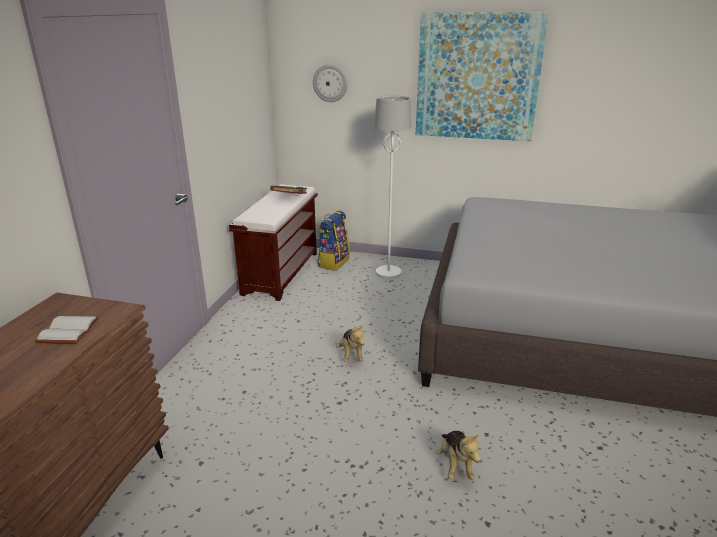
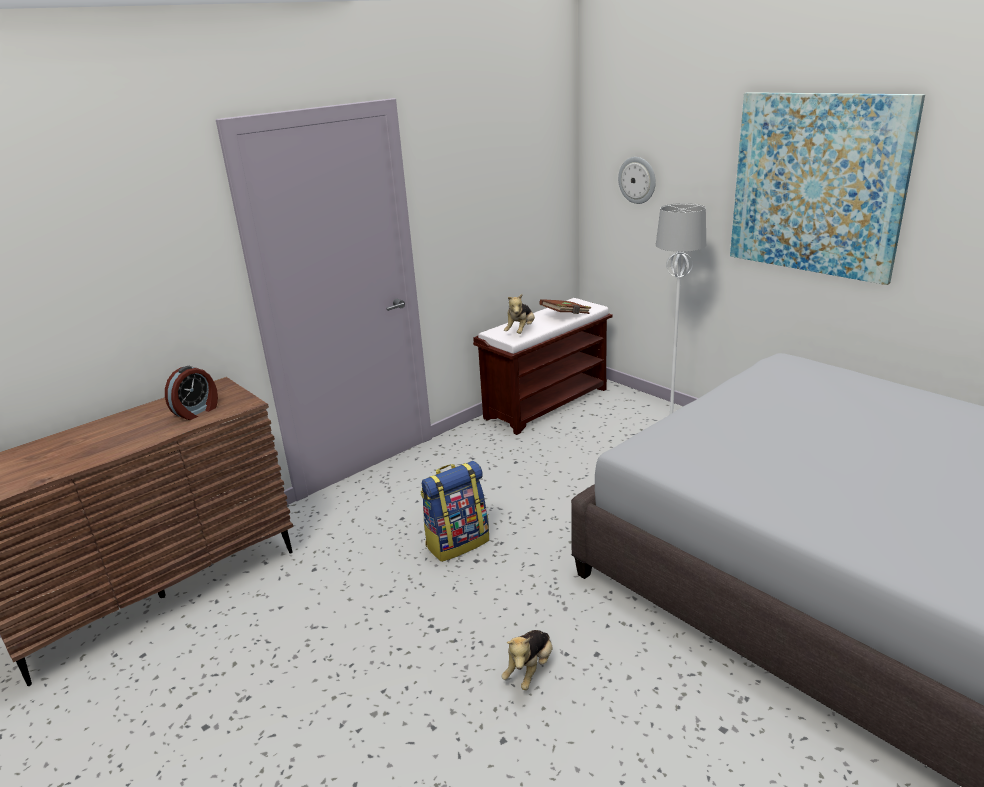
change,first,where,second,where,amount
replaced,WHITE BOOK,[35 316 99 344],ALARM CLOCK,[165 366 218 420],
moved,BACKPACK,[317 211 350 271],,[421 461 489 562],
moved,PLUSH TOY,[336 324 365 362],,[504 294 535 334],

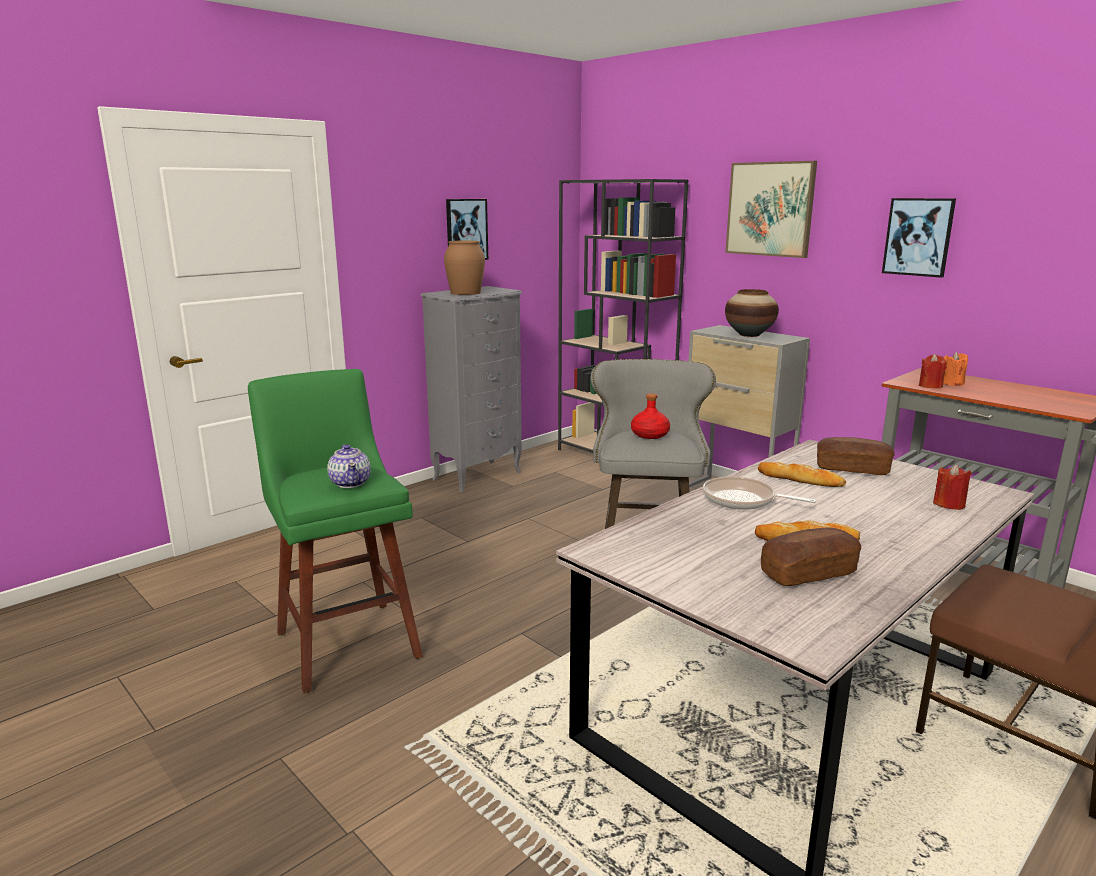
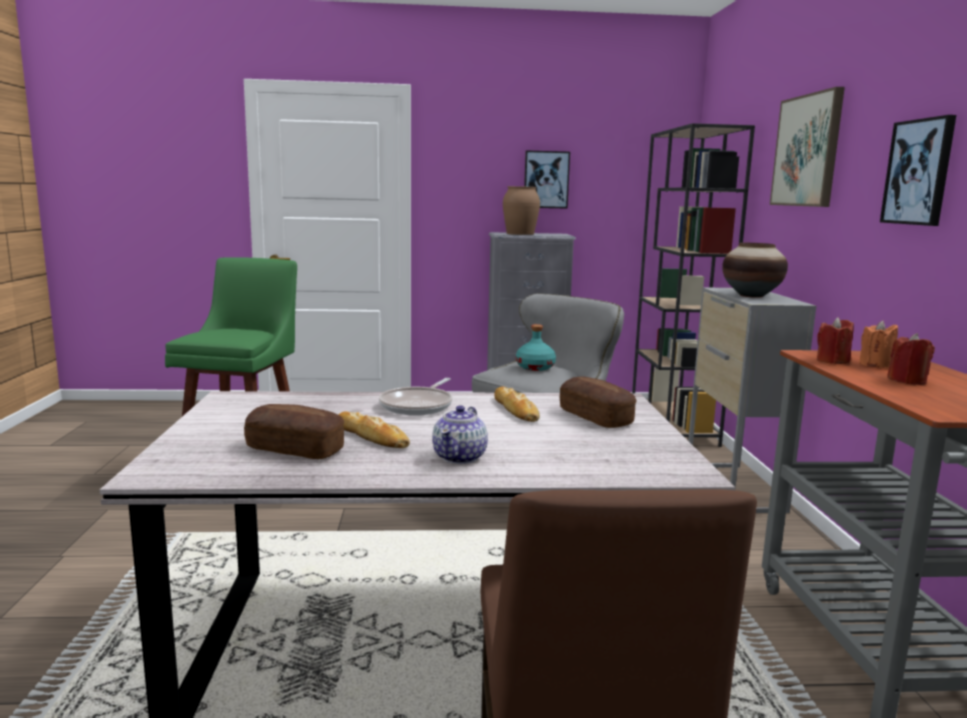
change,first,where,second,where,amount
turned,FRYING PAN,[703 476 816 510],,[379 378 453 415],135 degrees counterclockwise
moved,TEAPOT,[327 444 371 488],,[432 405 488 464],
recoloured,RED BOTTLE,[631 394 670 439],TURQUOISE BOTTLE,[516 324 556 371],
moved,RED CANDLE,[933 464 971 510],,[887 333 935 385],

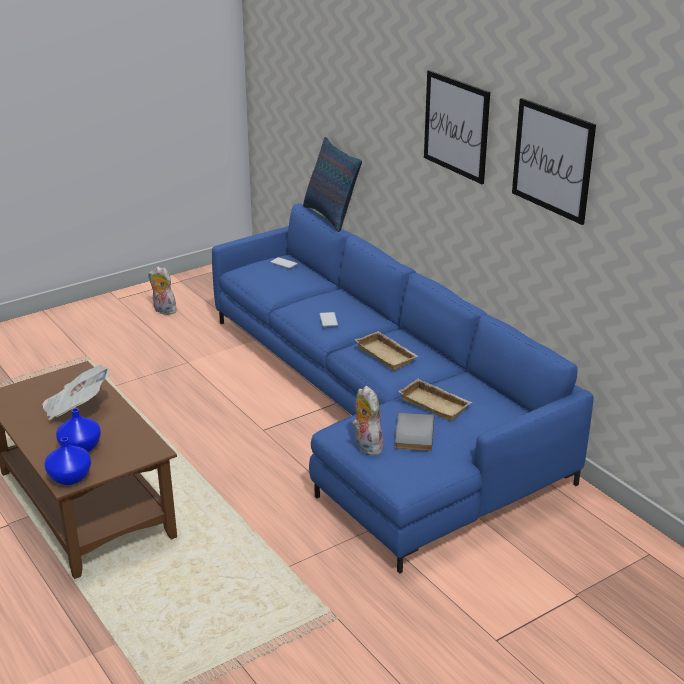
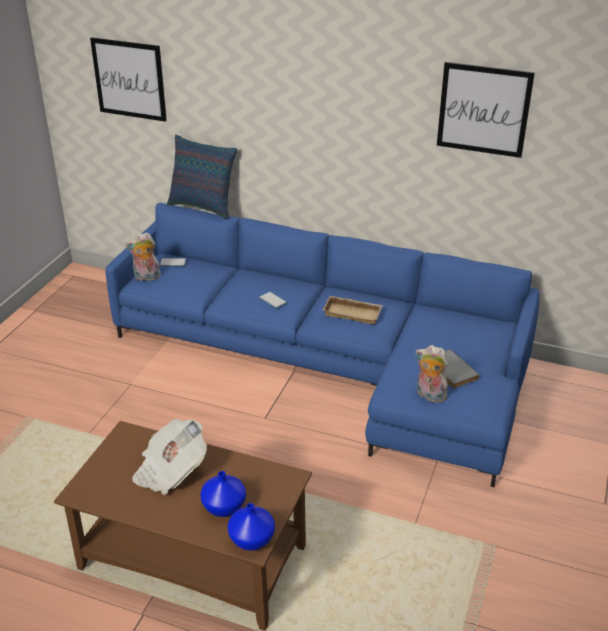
change,first,where,second,where,amount
moved,PICTURE,[424 70 490 184],,[90 37 167 122],
moved,PLUSH TOY,[148 266 180 315],,[125 232 161 281],
removed,BEIGE TRAY,[398 379 472 421],,,

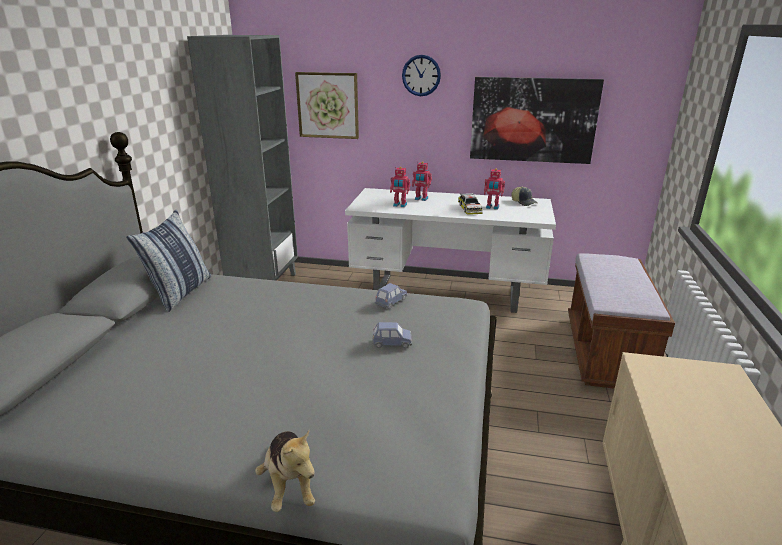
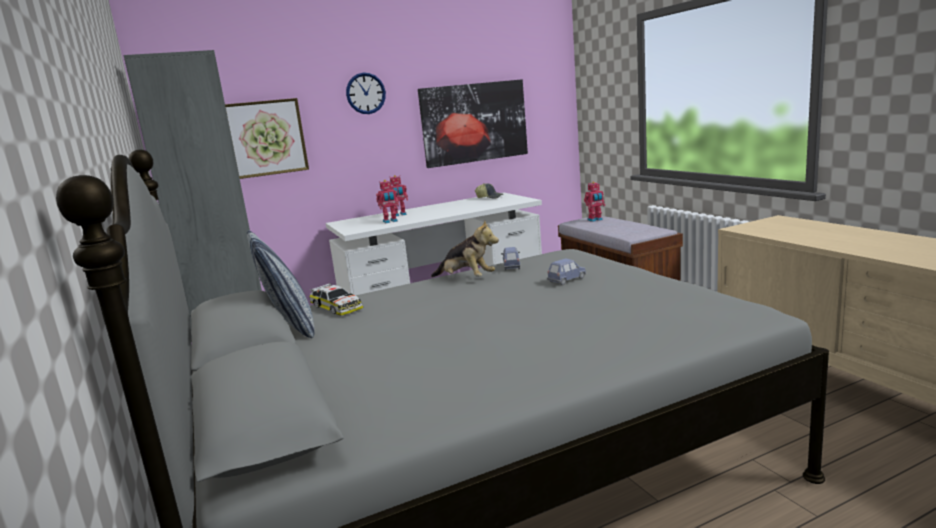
change,first,where,second,where,amount
moved,TOY CAR,[458 193 482 214],,[309 283 363 316],
moved,PLUSH TOY,[255 430 315 512],,[431 221 499 277],
moved,TOY ROBOT,[484 168 505 210],,[584 182 605 222],

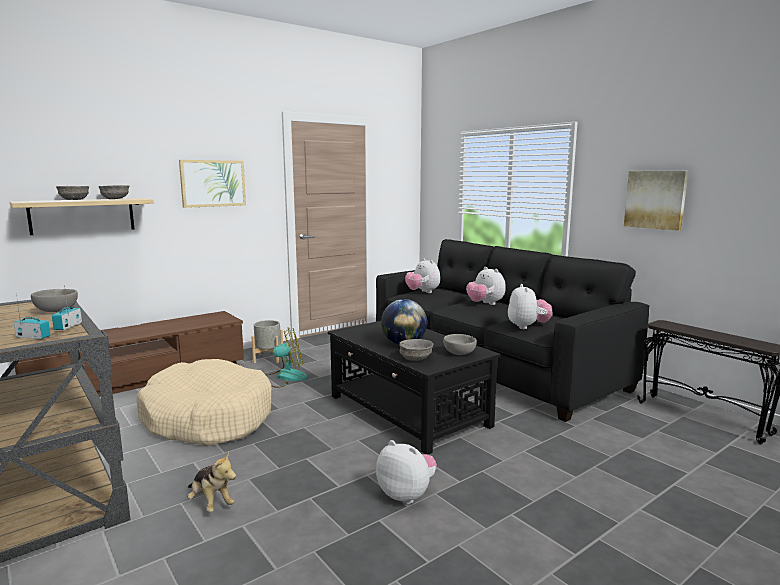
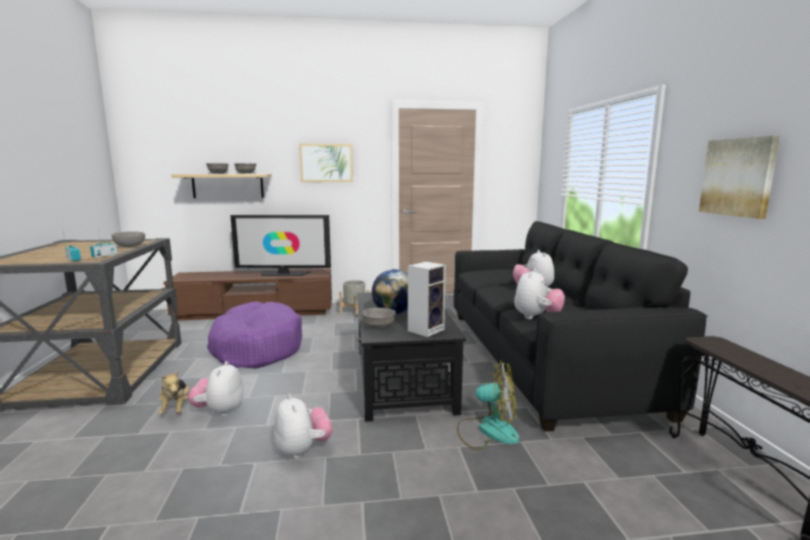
change,first,where,second,where,amount
moved,PLUSH TOY,[405 258 440 293],,[188 361 243 416],
recoloured,BEIGE DOG BED,[136 359 271 446],PURPLE DOG BED,[207 301 302 369],
added,,,TELEVISION,[230 215 331 276],
replaced,GREY BOWL,[443 334 477 355],SPEAKER,[408 262 446 337],
moved,FAN,[266 327 307 388],,[457 360 519 450],

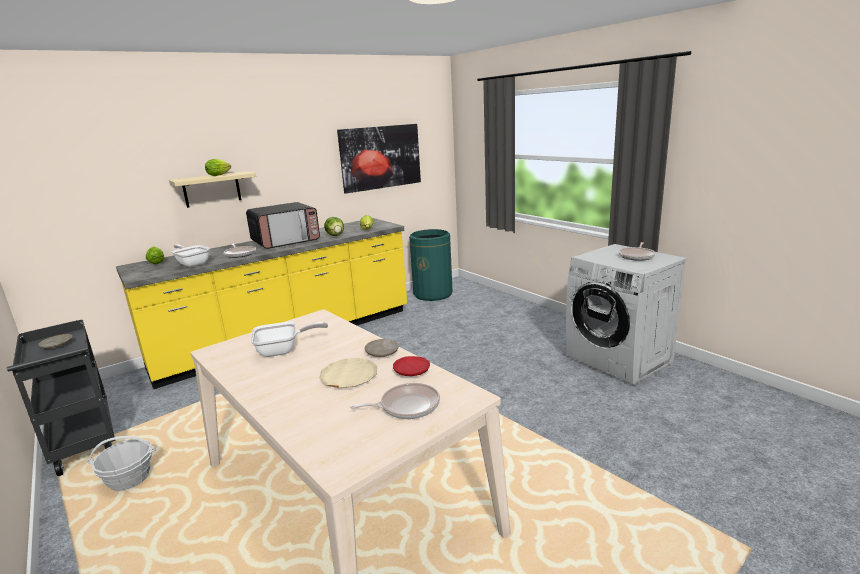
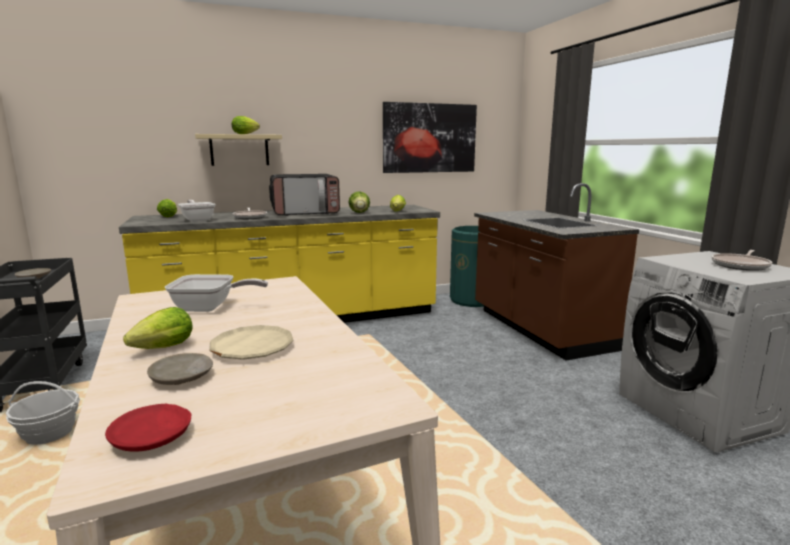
change,first,where,second,where,amount
moved,RED PLATE,[393 356 430 376],,[105 404 191 452],
added,,,LETTUCE,[123 307 193 349],
moved,BEIGE PLATE,[364 339 399 357],,[147 353 213 385],
added,,,BROWN COUNTER,[474 183 639 360],
removed,FRYING PAN,[350 383 440 419],,,

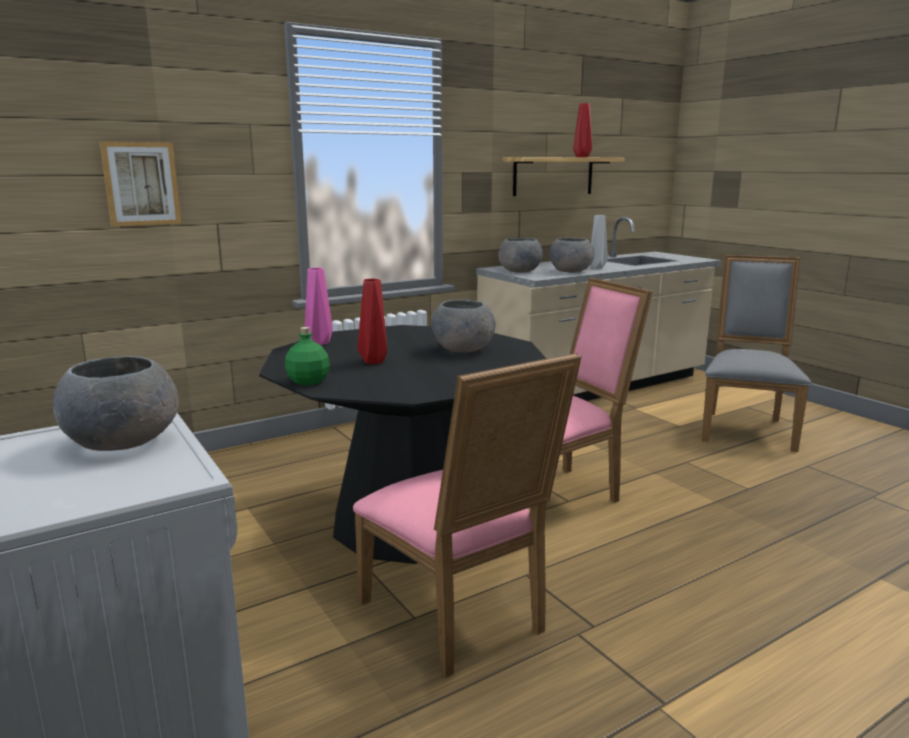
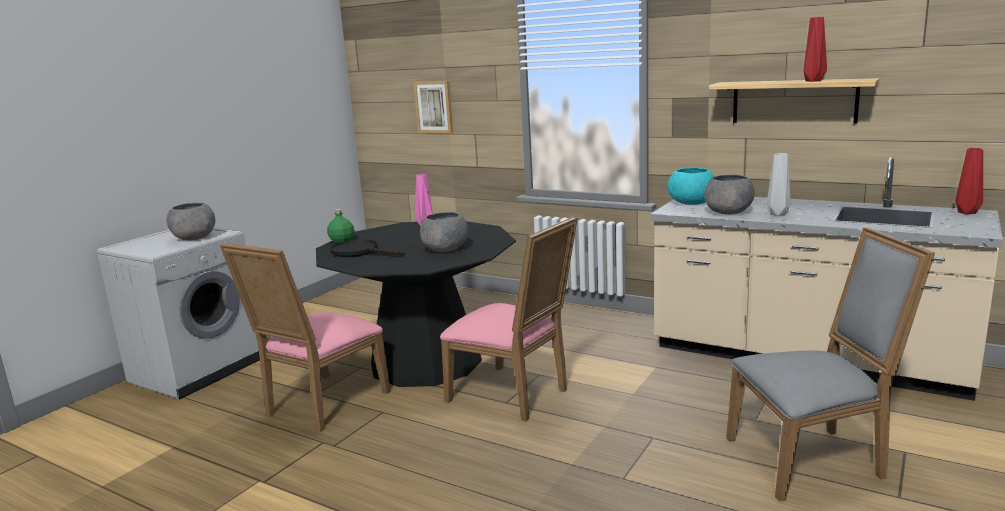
change,first,where,second,where,amount
added,,,BLACK FRYING PAN,[330 239 405 257],
recoloured,GREY BOWL,[498 238 543 273],TURQUOISE BOWL,[668 168 714 205],
moved,RED VASE,[358 278 387 364],,[955 148 983 214],

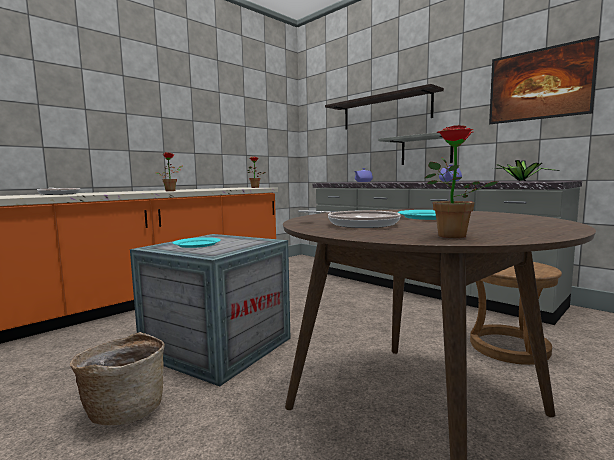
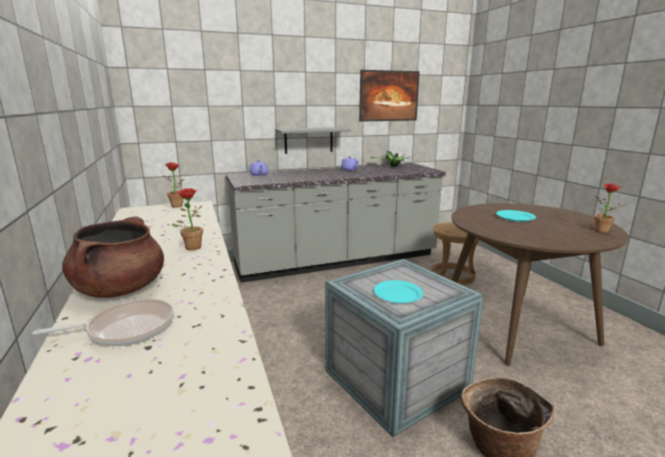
change,first,where,second,where,amount
added,,,BROWN COOKING POT,[62 217 164 298],
removed,FRYING PAN,[298 210 401 228],,,
removed,SHELF,[325 84 444 130],,,

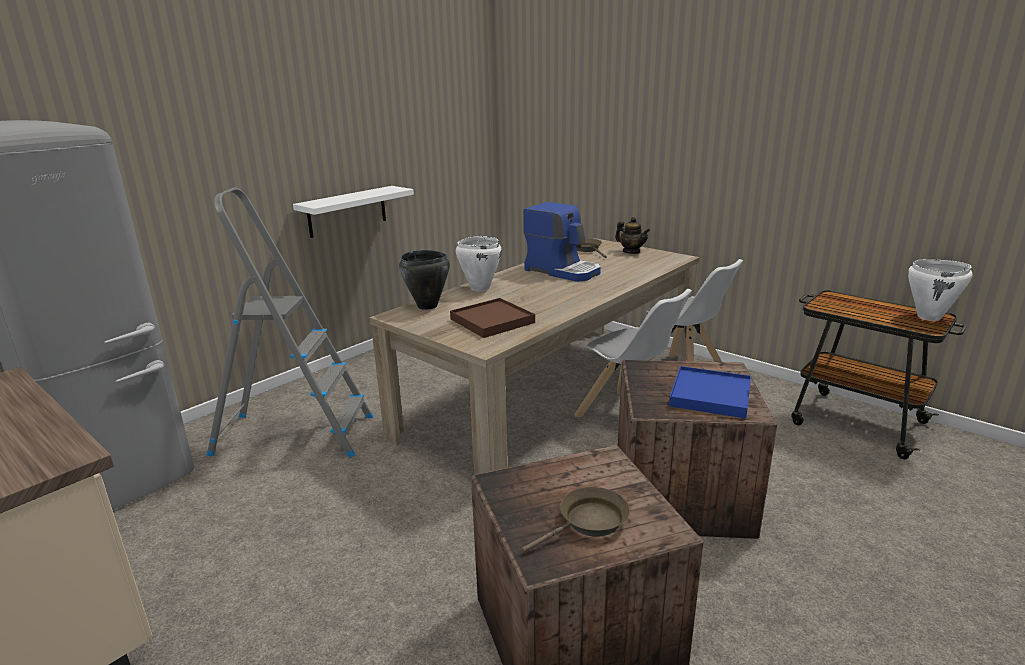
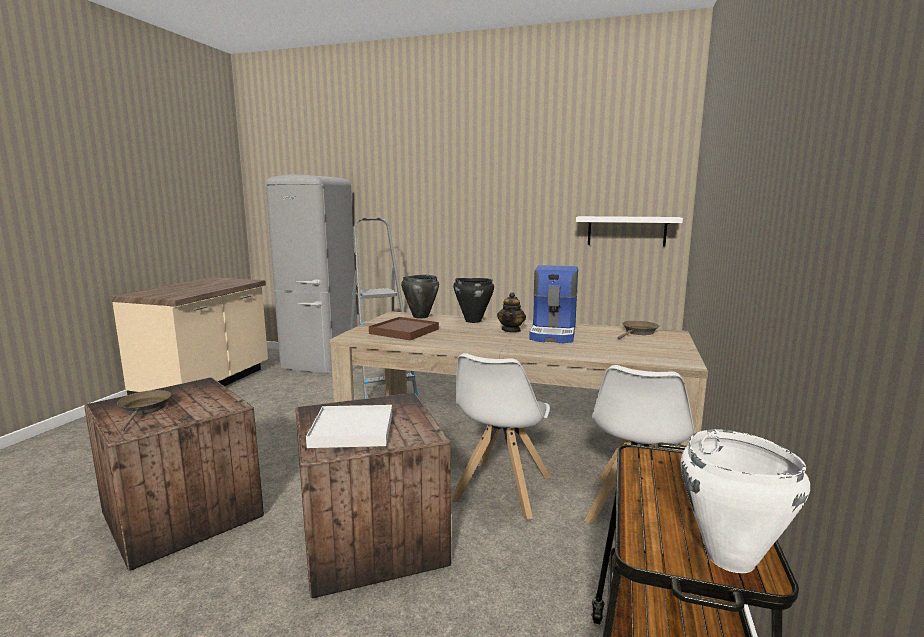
change,first,where,second,where,amount
turned,BROWN FRYING PAN,[522 487 630 553],,[117 390 171 431],135 degrees counterclockwise
recoloured,BLUE TRAY,[669 366 751 419],WHITE TRAY,[306 405 392 448],
recoloured,WHITE COOKING POT,[456 236 502 292],BLACK COOKING POT,[453 278 494 323],
moved,TEAPOT,[615 217 650 254],,[497 292 526 333],
moved,WHITE SHELF,[293 186 414 238],,[576 216 683 247],

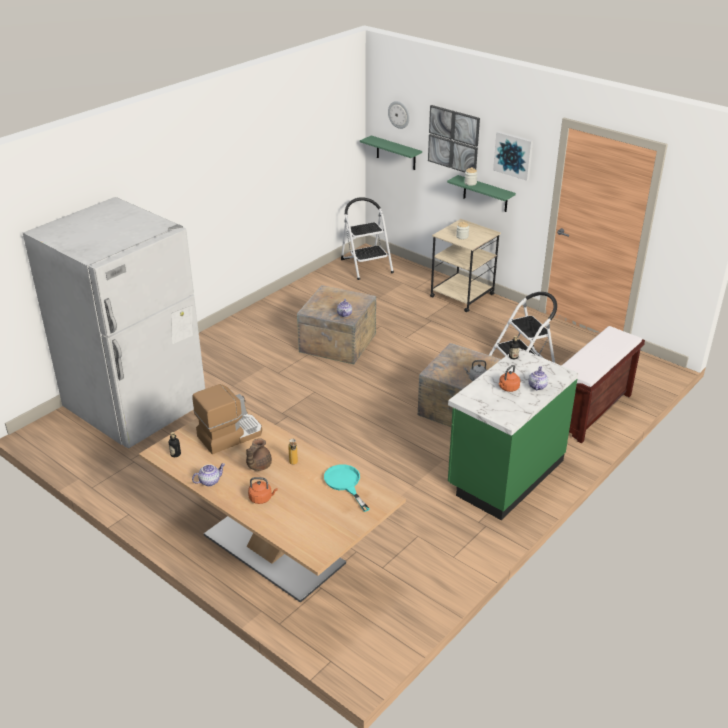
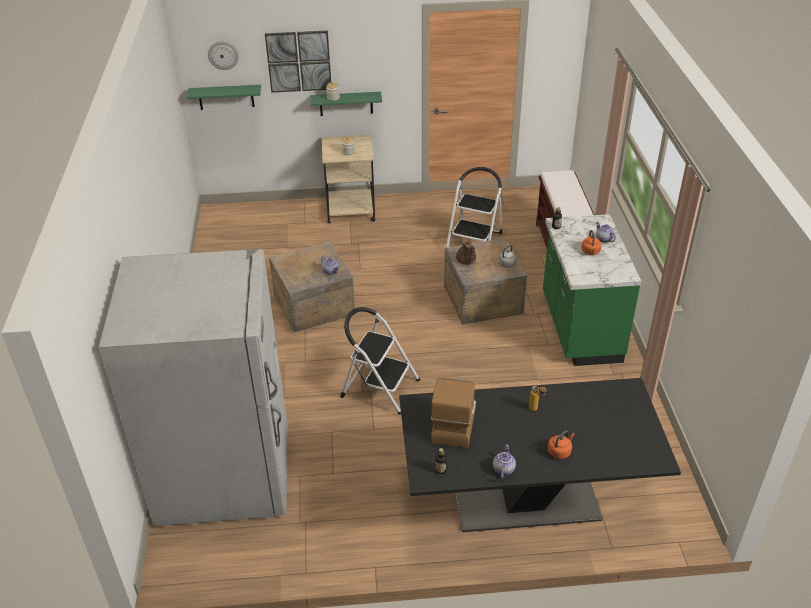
change,first,where,second,where,amount
moved,STEP LADDER,[341 197 394 280],,[341 307 420 415],
recoloured,BEIGE DINING TABLE,[139 408 406 603],BLACK DINING TABLE,[399 378 681 532],
moved,BROWN TEAPOT,[246 438 272 471],,[456 239 476 265],
removed,TURQUOISE FRYING PAN,[324 464 370 512],,,
removed,PICTURE,[493 131 533 181],,,

